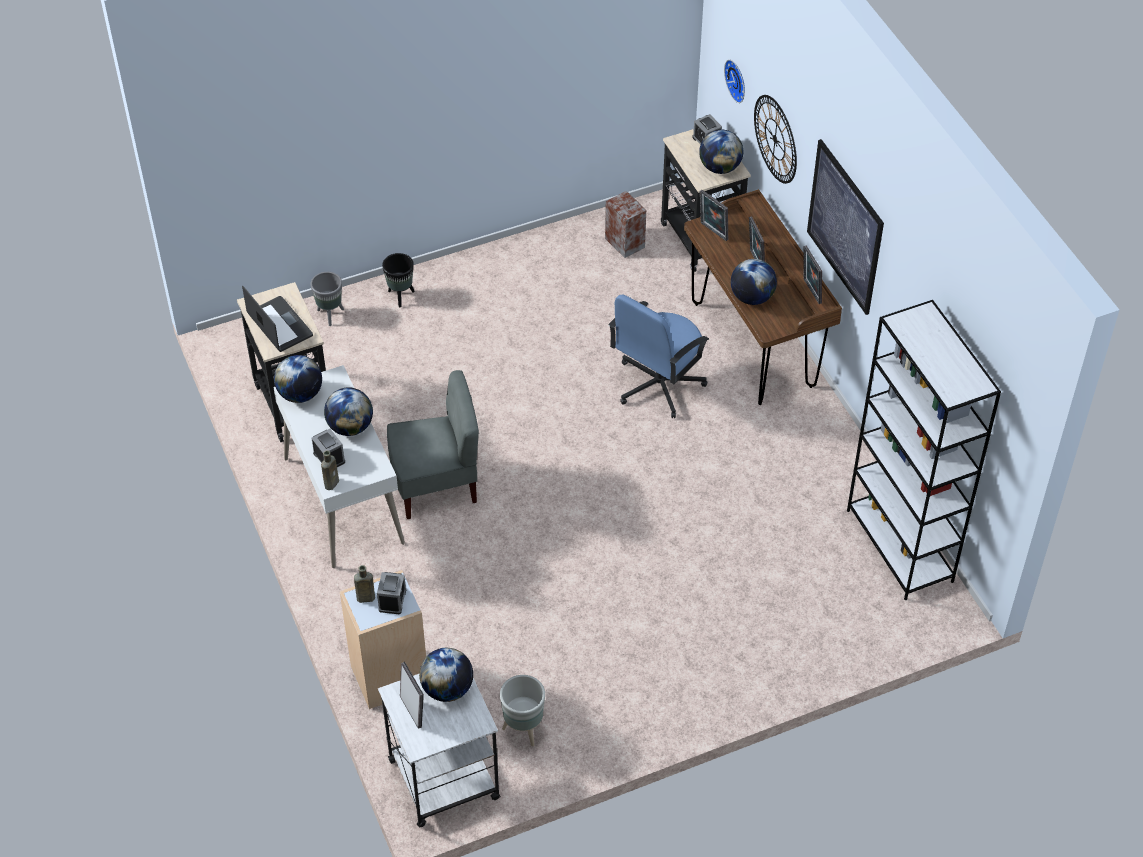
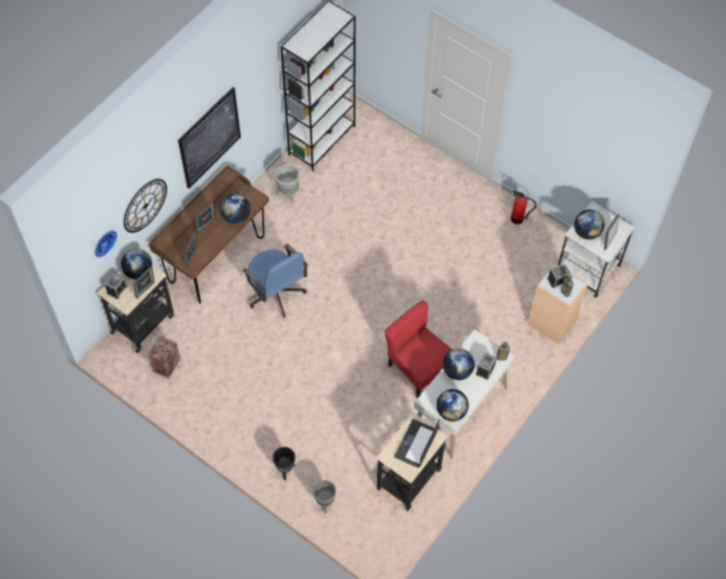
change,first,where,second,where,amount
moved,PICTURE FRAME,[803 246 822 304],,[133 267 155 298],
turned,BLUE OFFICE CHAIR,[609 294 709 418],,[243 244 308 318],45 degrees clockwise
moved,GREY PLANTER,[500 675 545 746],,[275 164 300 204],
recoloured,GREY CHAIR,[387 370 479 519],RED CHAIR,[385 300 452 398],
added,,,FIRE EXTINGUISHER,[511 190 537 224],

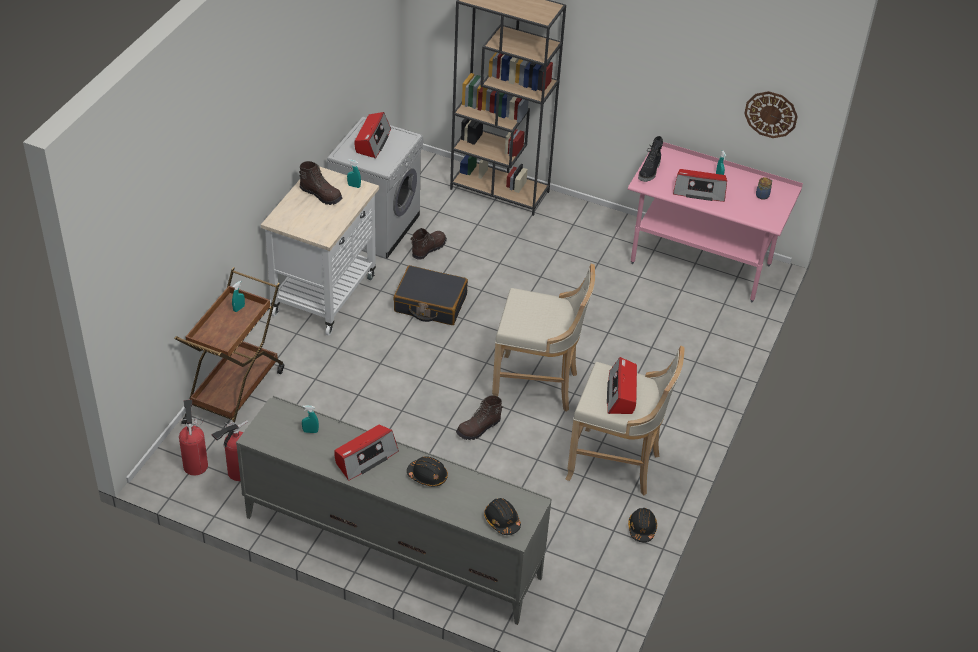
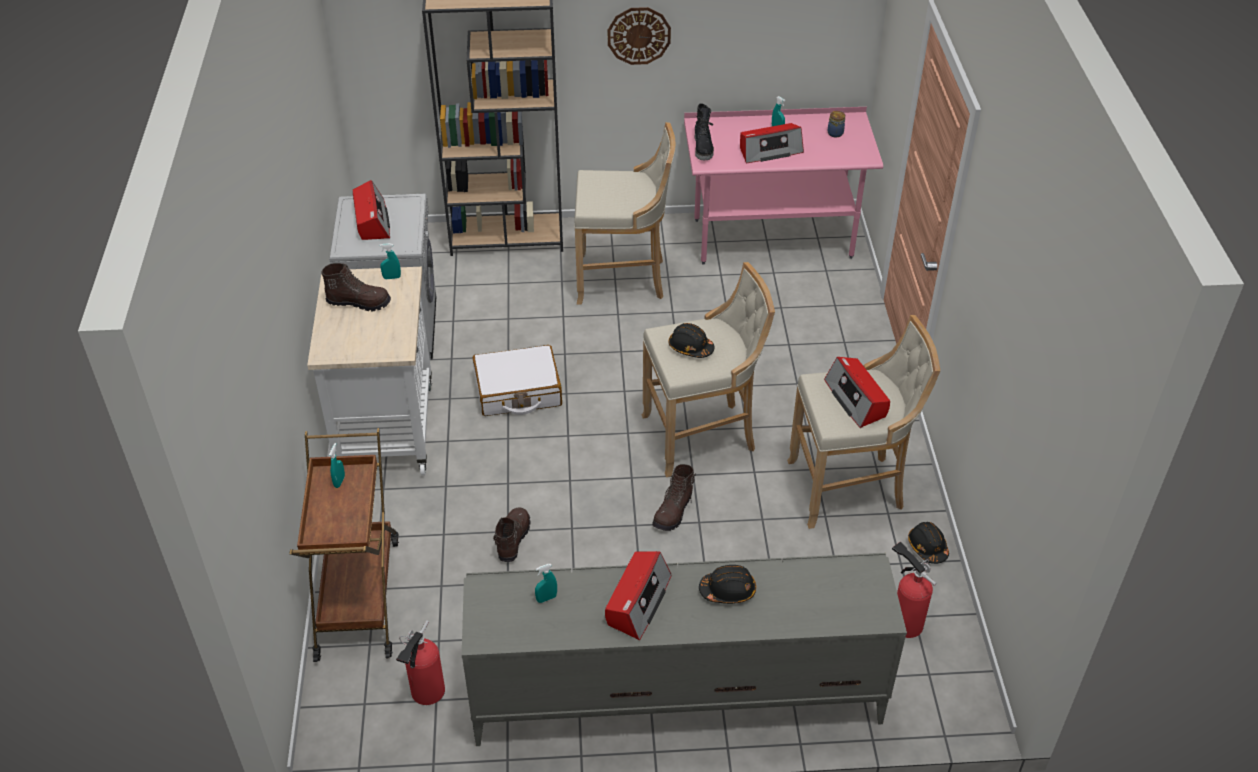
change,first,where,second,where,amount
recoloured,BLACK SUITCASE,[393 265 468 325],WHITE SUITCASE,[473 345 562 416],
moved,BROWN BOOT,[410 228 447 260],,[493 507 531 562],
added,,,BEIGE STOOL,[574 122 675 305],
moved,WALL CLOCK,[744 91 798 138],,[608 7 671 65],
moved,BLACK HARD HAT,[484 498 521 535],,[669 323 715 358],
moved,FIRE EXTINGUISHER,[179 399 208 476],,[892 542 937 638],

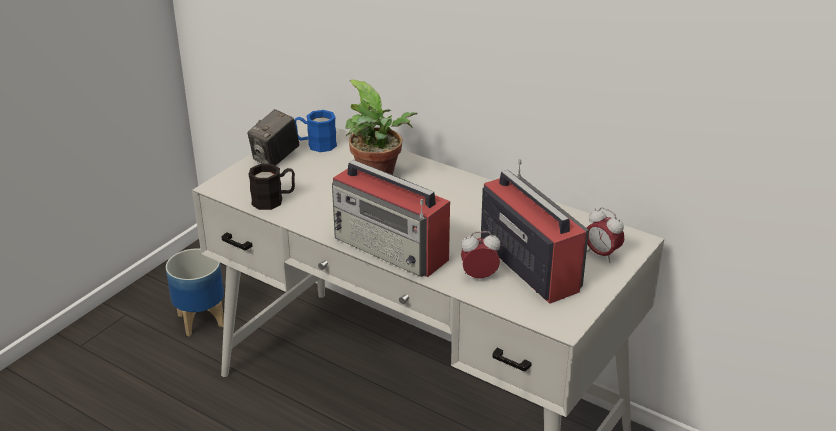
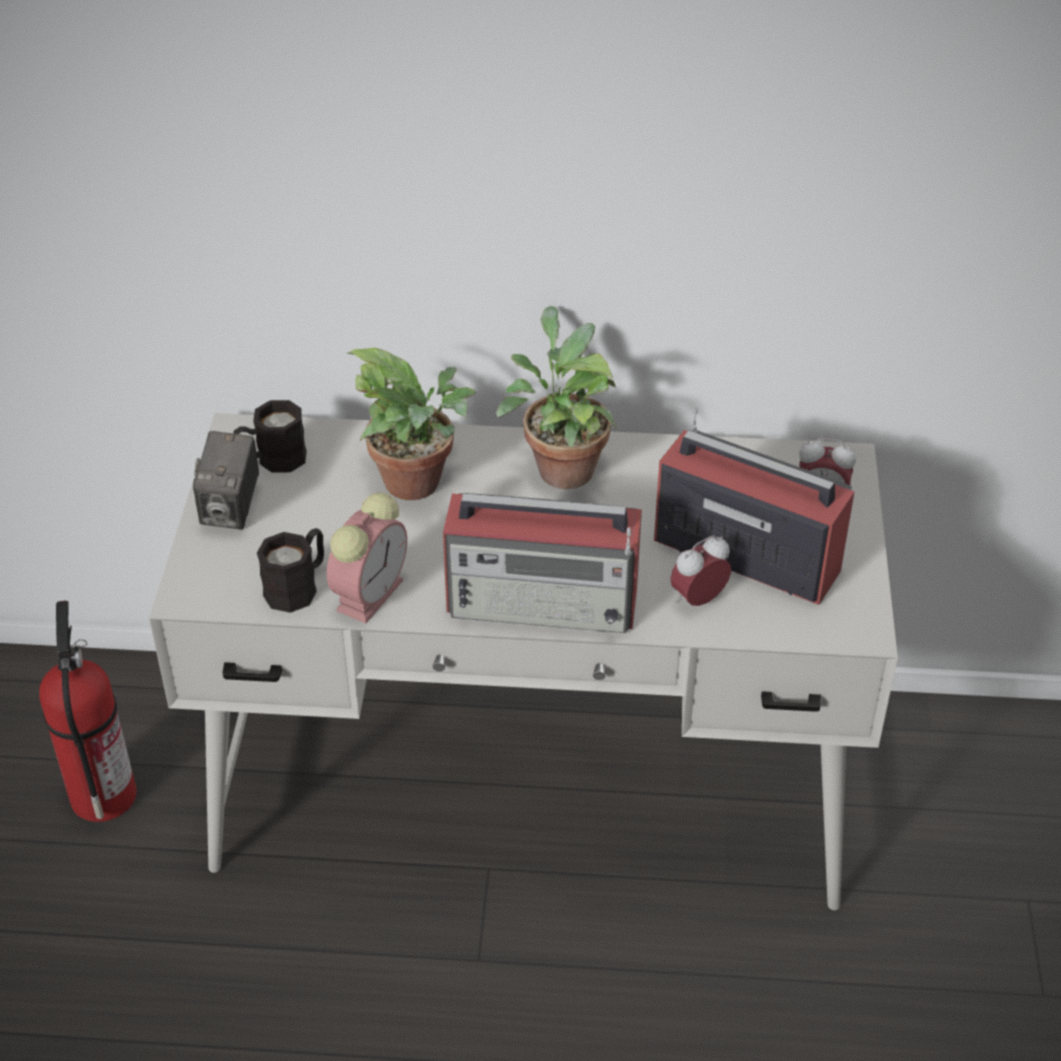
change,first,where,second,where,amount
replaced,PLANTER,[166 248 224 337],FIRE EXTINGUISHER,[39 601 137 822],
recoloured,BLUE MUG,[295 110 337 152],BLACK MUG,[233 400 307 473],
added,,,ALARM CLOCK,[327 492 407 623],
added,,,POTTED PLANT,[496 306 617 489],

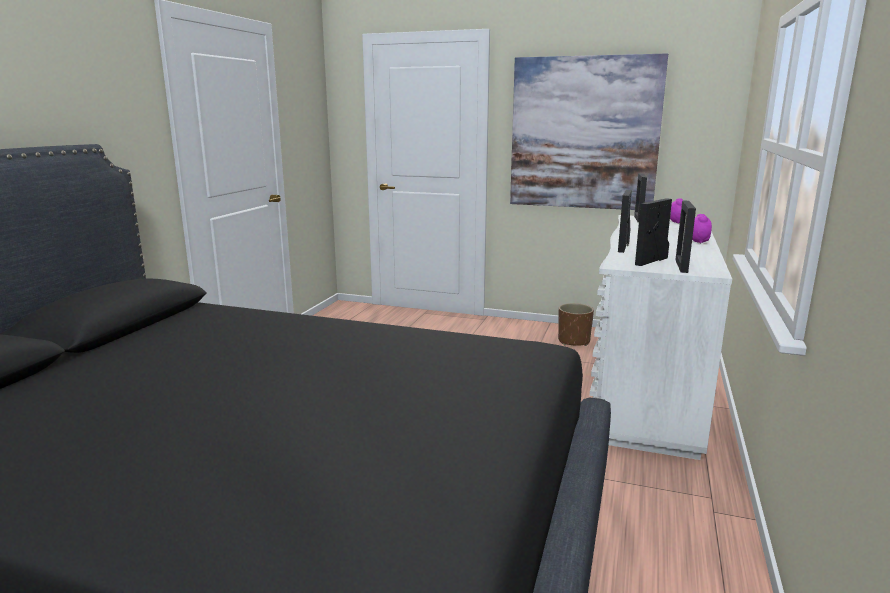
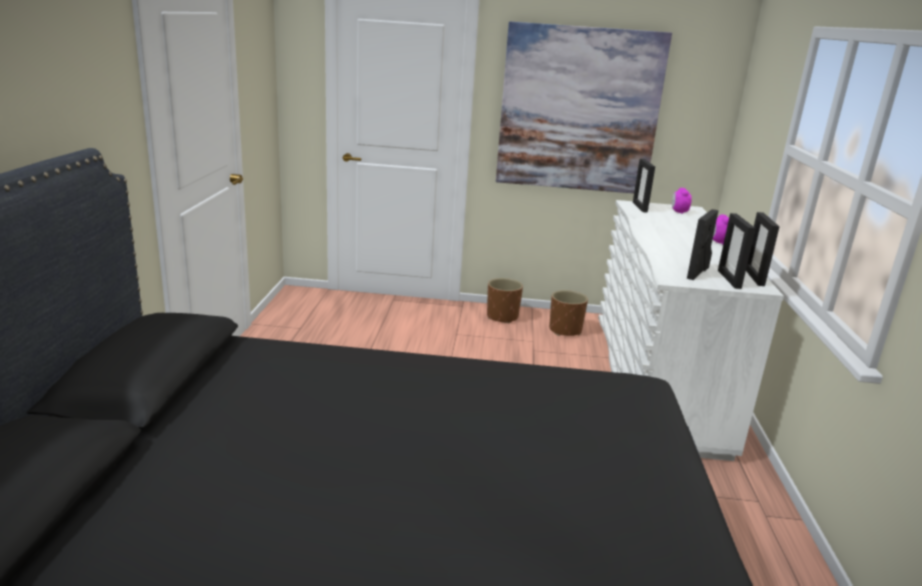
change,first,where,second,where,amount
added,,,BROWN PLANTER,[487 278 523 323],
moved,PICTURE FRAME,[618 190 632 253],,[746 212 780 286],

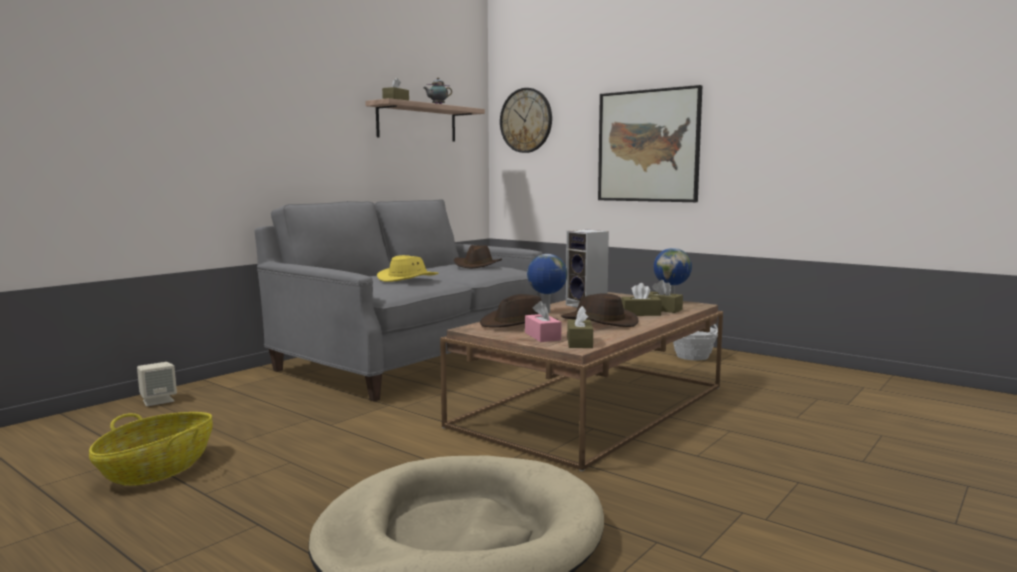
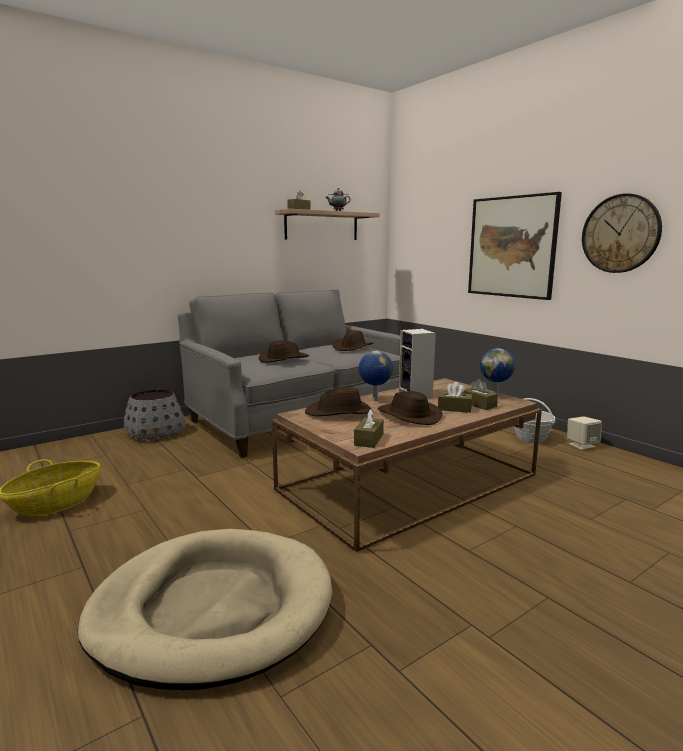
change,first,where,second,where,amount
added,,,GREY PLANTER,[124 389 185 440],
recoloured,YELLOW HAT,[377 255 438 282],BROWN HAT,[259 341 309 363],
moved,BEIGE SPEAKER,[137 362 177 407],,[567 416 602 450],
moved,WALL CLOCK,[500 88 552 153],,[582 193 662 273],
removed,PINK TISSUE BOX,[525 301 561 342],,,

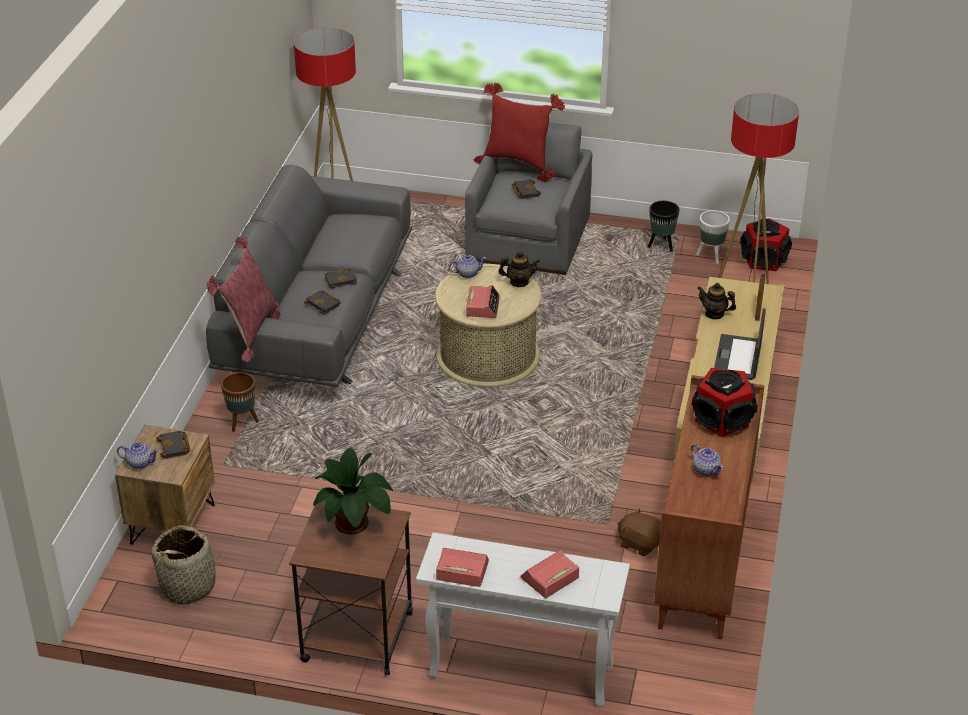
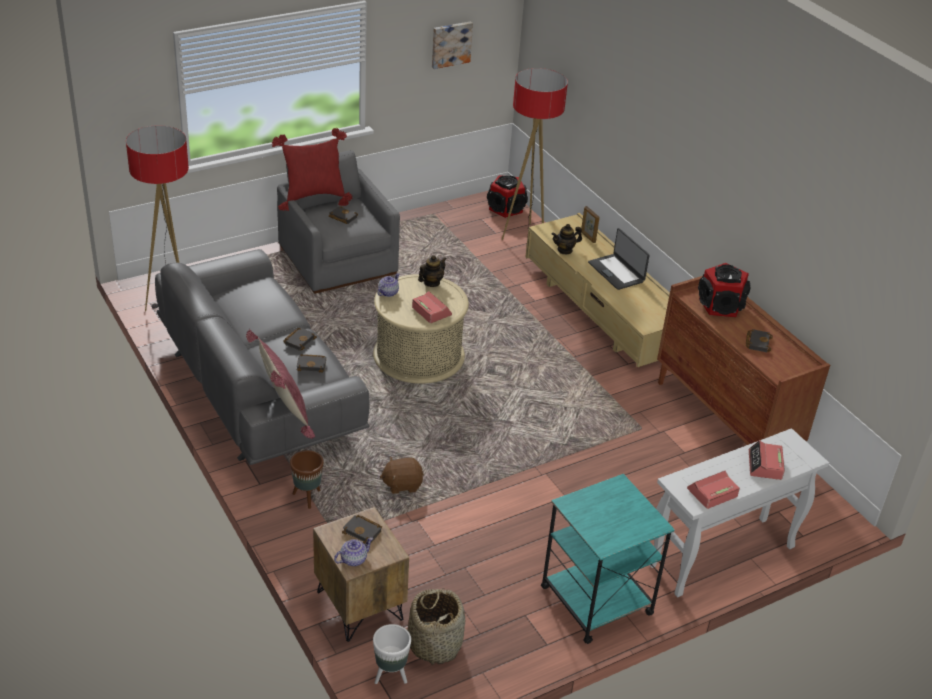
change,first,where,second,where,amount
moved,WHITE PLANTER,[696 210 730 264],,[373 624 411 684],
moved,BROWN PLUSH TOY,[618 508 661 556],,[380 457 424 494],
added,,,PICTURE,[432 21 473 69],
recoloured,BROWN CART,[289 500 413 675],TURQUOISE CART,[541 474 675 644],
replaced,TEAPOT,[691 444 724 476],BLACK BOOK,[746 329 773 352],
removed,POTTED PLANT,[313 448 393 535],,,
removed,BLACK PLANTER,[648 201 680 252],,,

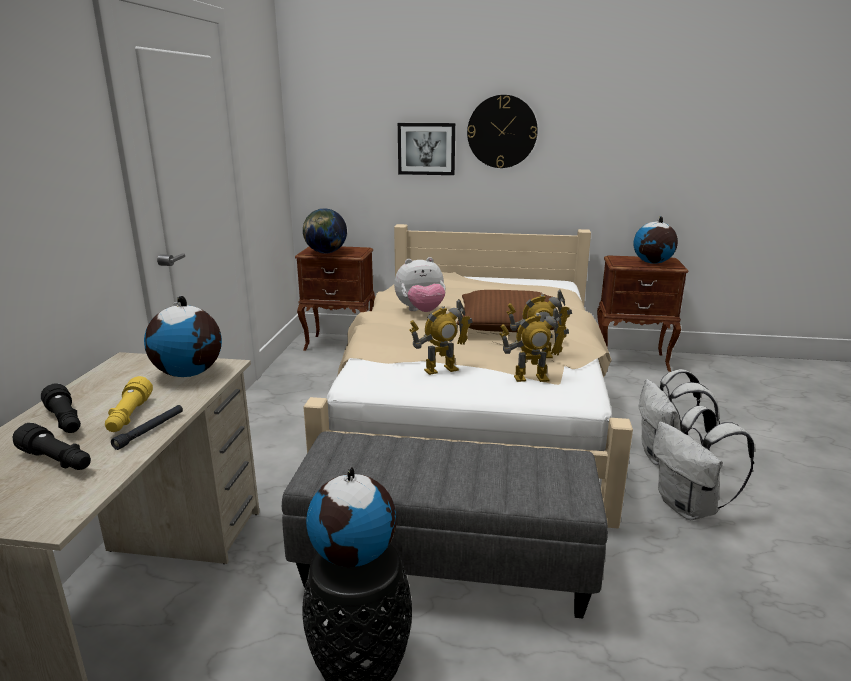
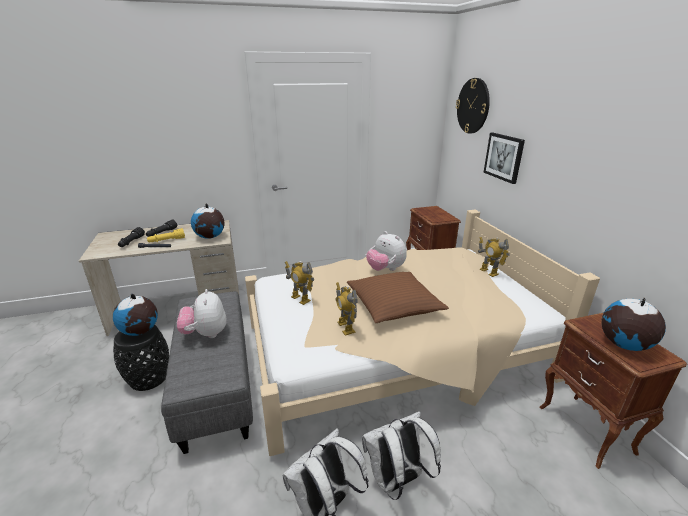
change,first,where,second,where,amount
added,,,PLUSH TOY,[177 289 227 338],
moved,WALL CLOCK,[467 95 538 168],,[456 78 490 134],
moved,TOY ROBOT,[500 307 569 382],,[478 237 510 277],
removed,GLOBE,[303 208 347 254],,,

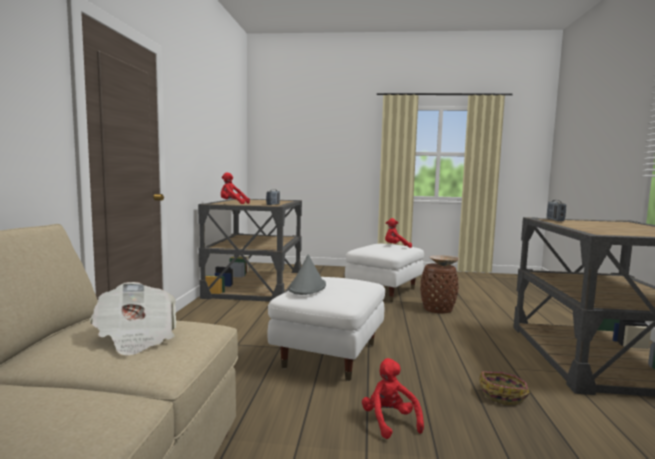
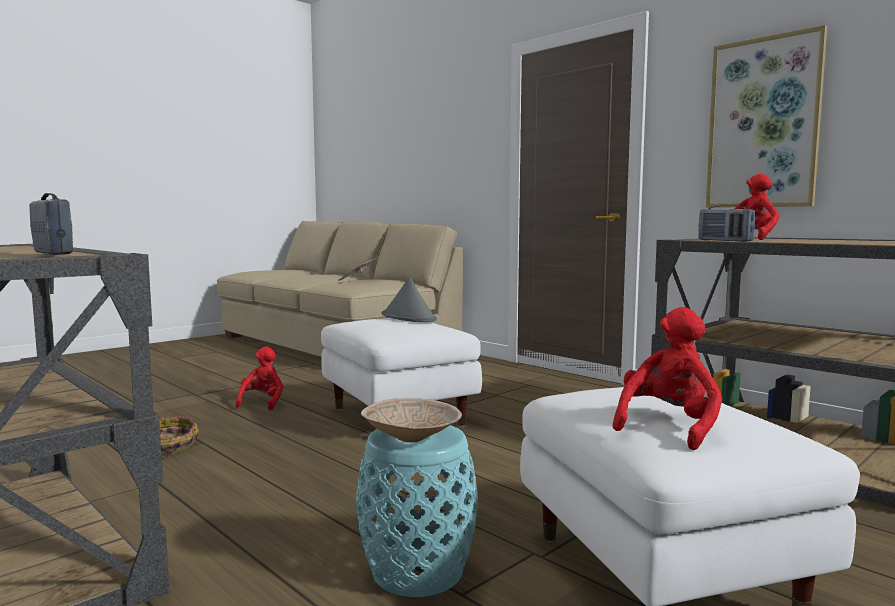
change,first,where,second,where,amount
turned,RED PLUSH TOY,[362 358 424 439],,[235 346 283 410],105 degrees counterclockwise
recoloured,BROWN STOOL,[420 263 459 314],TURQUOISE STOOL,[356 425 478 597],
added,,,PICTURE,[706 25 827 208],

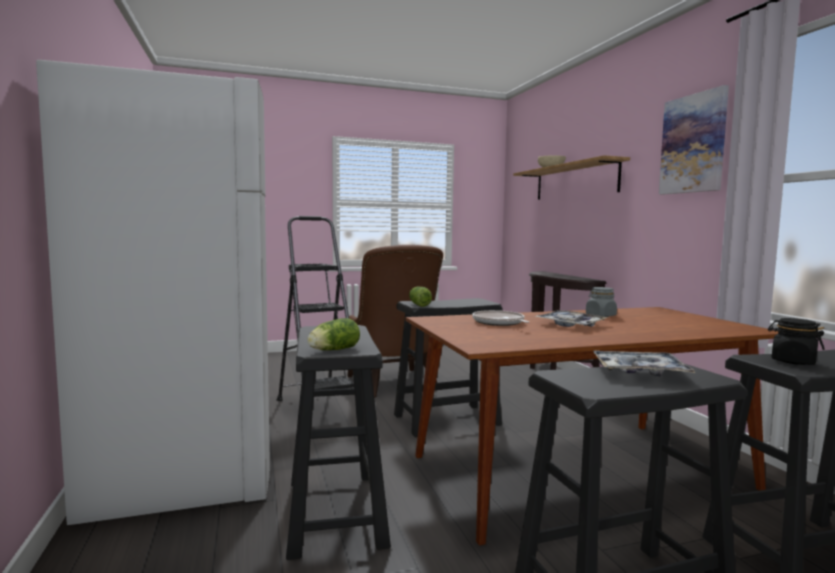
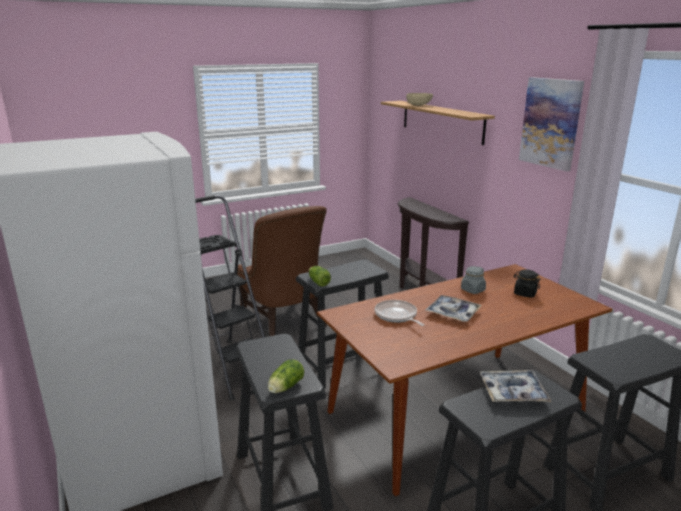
change,first,where,second,where,amount
moved,BLACK JAR,[768 318 825 365],,[513 269 540 298],

